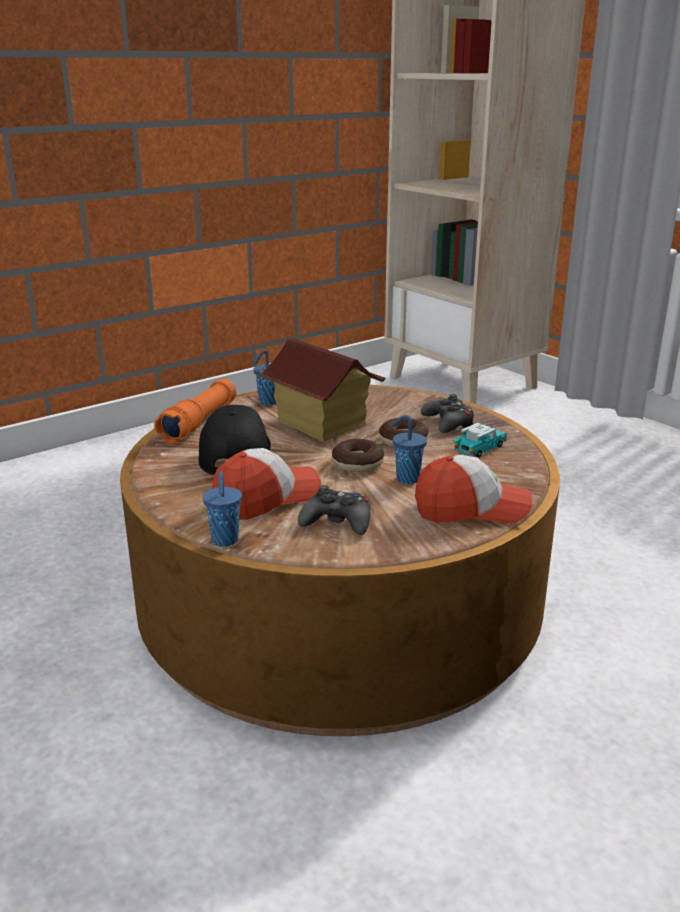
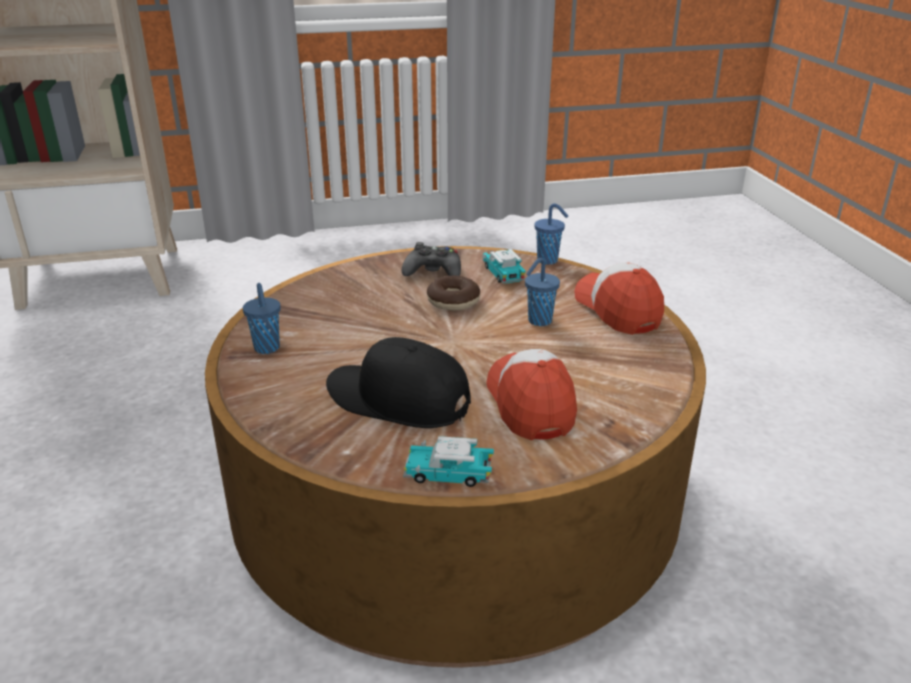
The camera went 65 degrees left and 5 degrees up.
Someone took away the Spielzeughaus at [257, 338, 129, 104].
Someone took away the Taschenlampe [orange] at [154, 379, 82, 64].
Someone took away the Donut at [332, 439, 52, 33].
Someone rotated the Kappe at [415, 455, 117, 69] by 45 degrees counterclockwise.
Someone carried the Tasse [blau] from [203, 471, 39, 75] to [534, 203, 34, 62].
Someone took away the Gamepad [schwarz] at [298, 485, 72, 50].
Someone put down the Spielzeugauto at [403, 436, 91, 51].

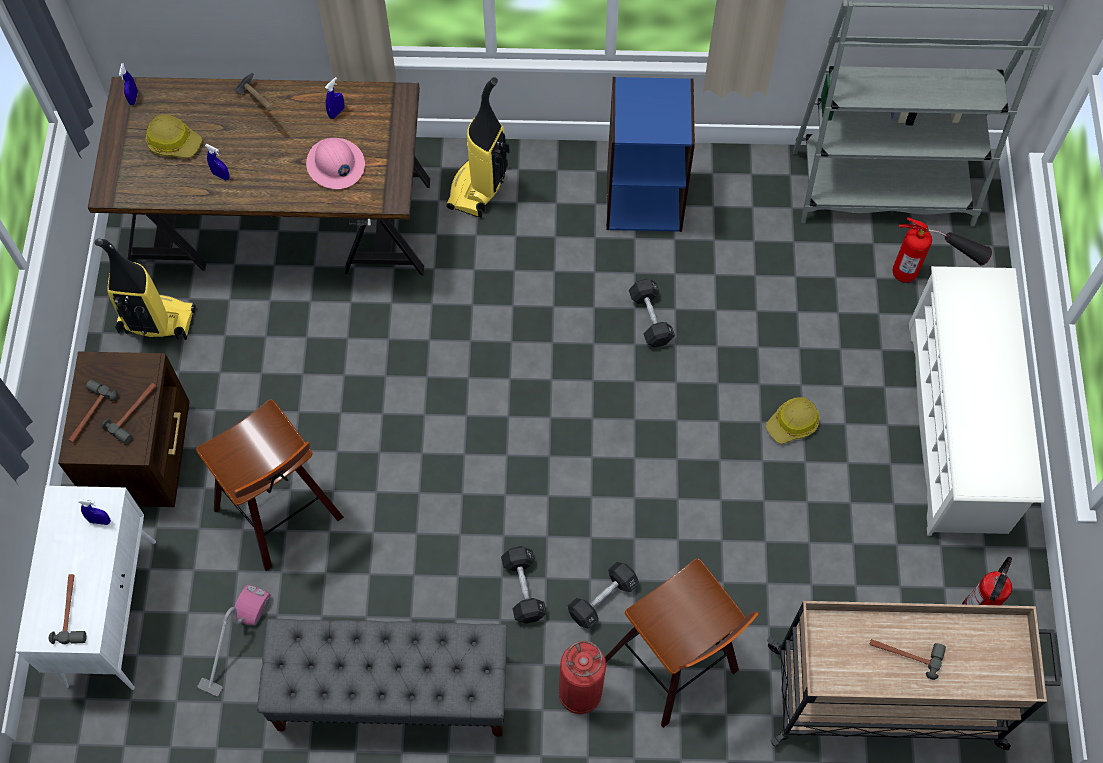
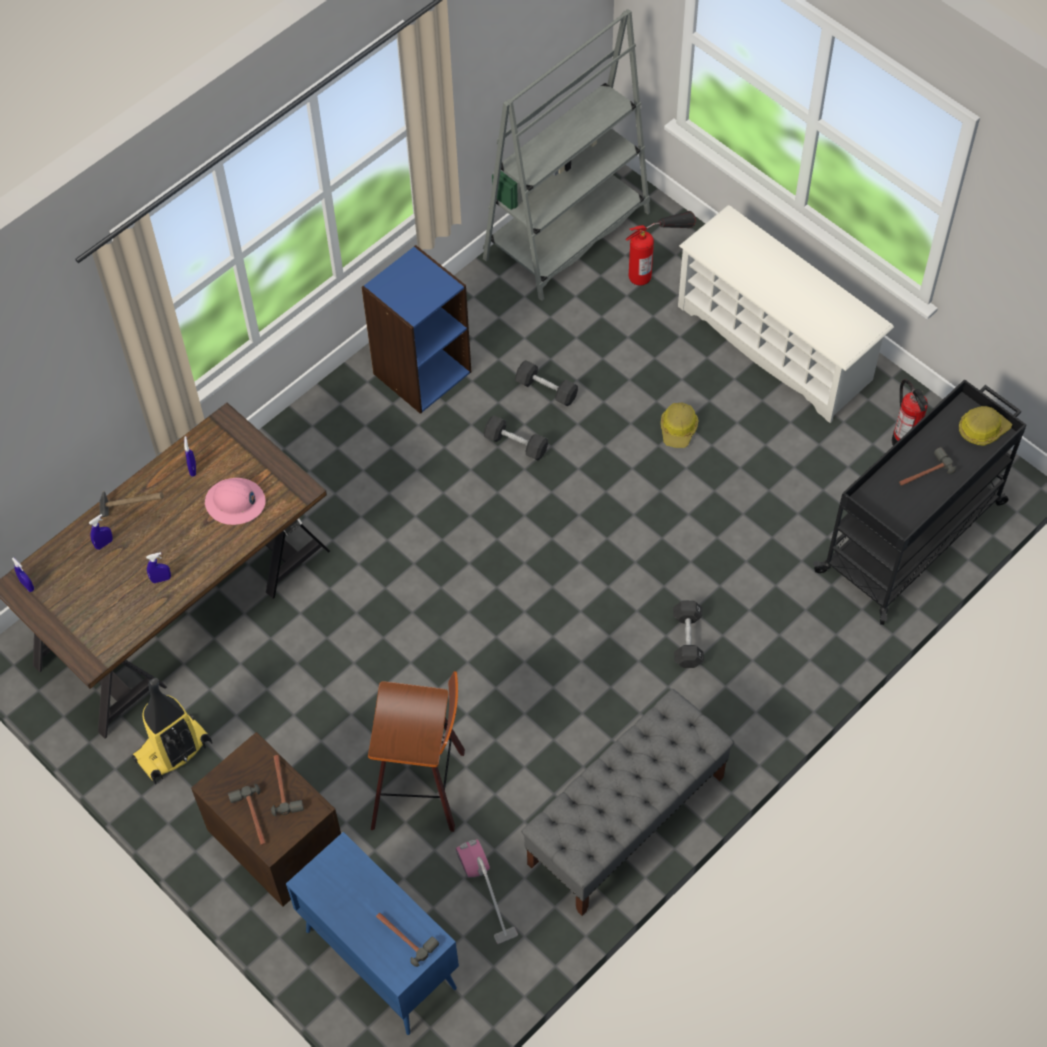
The camera went 45 degrees left and 5 degrees down.
Someone took away the Staubsauger at [446, 77, 64, 141].
Someone carried the Schutzhelm from [146, 115, 56, 43] to [959, 406, 53, 40].
Someone repainted the Schrank [weiß] at [16, 486, 140, 204], which became the Schrank [blau] at [286, 832, 173, 203].
Someone carried the Sprühflasche [blau] from [78, 499, 33, 26] to [89, 514, 24, 36].
Someone carried the Hantel [schwarz] from [501, 546, 46, 78] to [515, 360, 63, 46].
Someone took away the Hocker at [605, 559, 154, 169].
Someone repainted the Rollwagen [beige] at [767, 601, 294, 149], which became the Rollwagen [schwarz] at [813, 379, 213, 246].
Someone took away the Feuerlöscher at [559, 641, 47, 73].

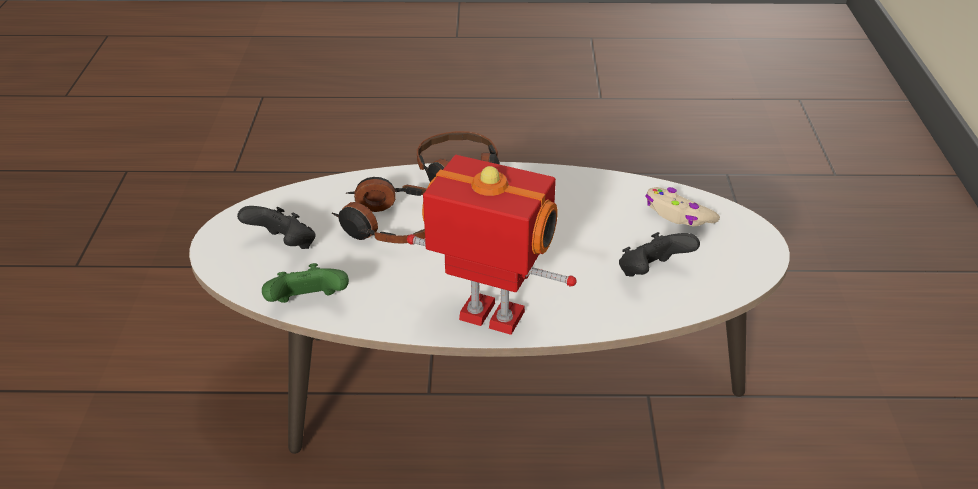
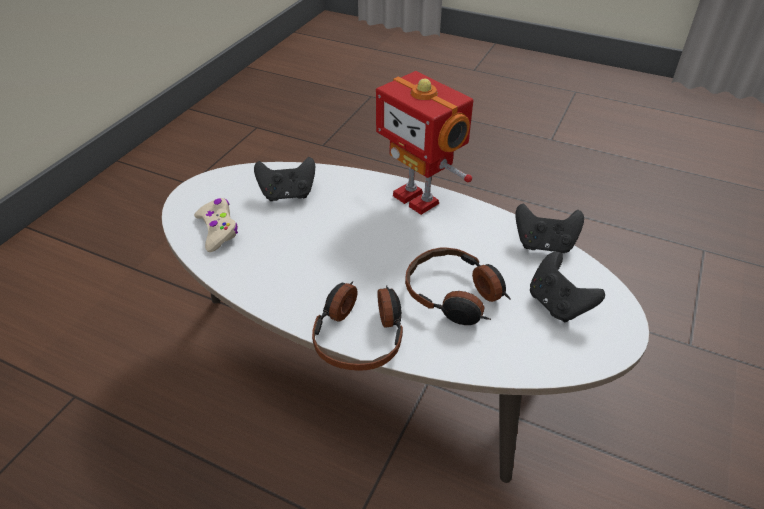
The camera went 155 degrees left and 5 degrees up.
Someone repainted the Gamepad [grün] at [262, 263, 87, 40], which became the Gamepad [schwarz] at [516, 204, 68, 49].

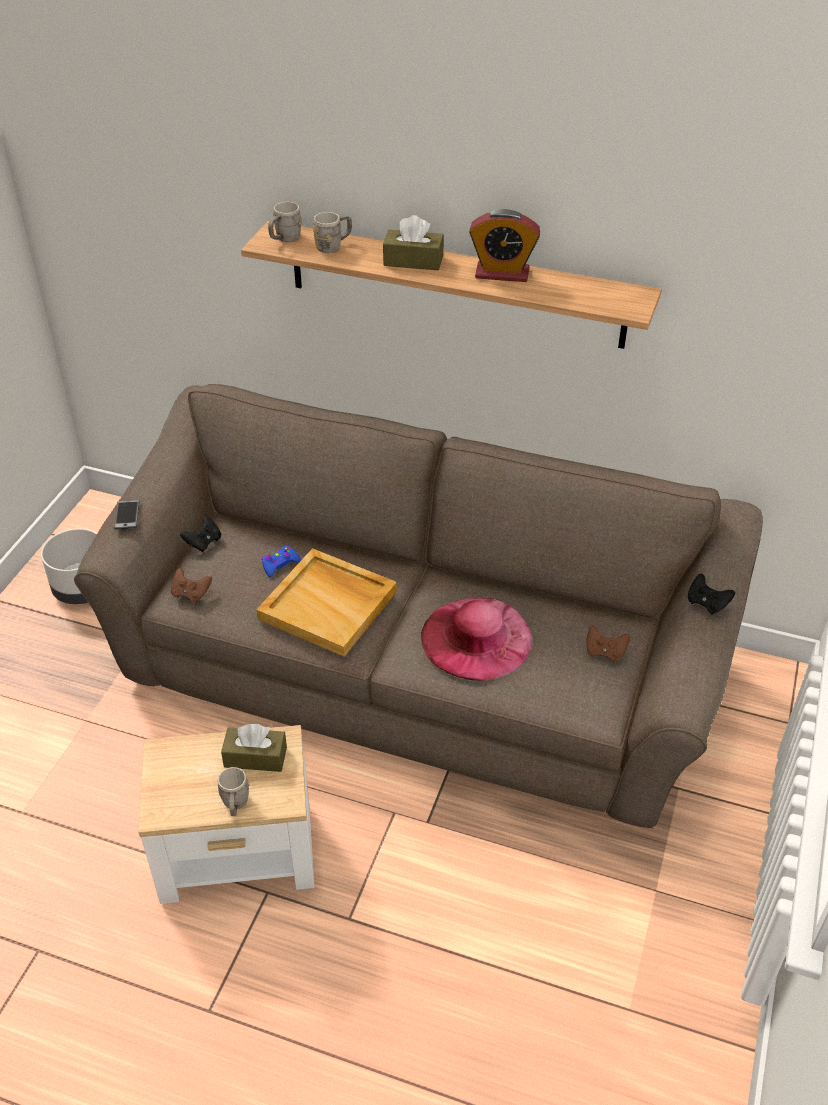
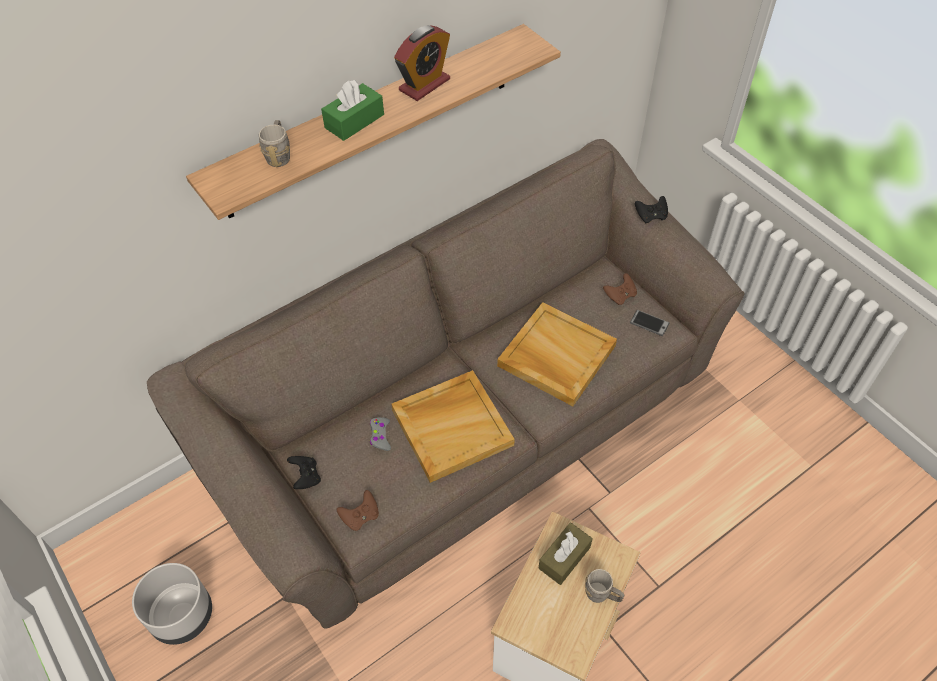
The camera went 55 degrees left and 10 degrees up.
Someone took away the Henkelbecher [grau] at [268, 202, 34, 40].
Someone repainted the Taschentuchbox [braun] at [383, 215, 61, 55], which became the Taschentuchbox [grün] at [321, 80, 63, 61].
Someone carried the Handy from [114, 500, 26, 29] to [630, 310, 39, 26].
Someone repainted the Gamepad [blau] at [262, 546, 39, 31], which became the Gamepad [grau] at [370, 417, 21, 34].
Someone swapped the Hut [rosa] at [421, 597, 112, 84] for the Tablett [beige] at [497, 302, 120, 104].

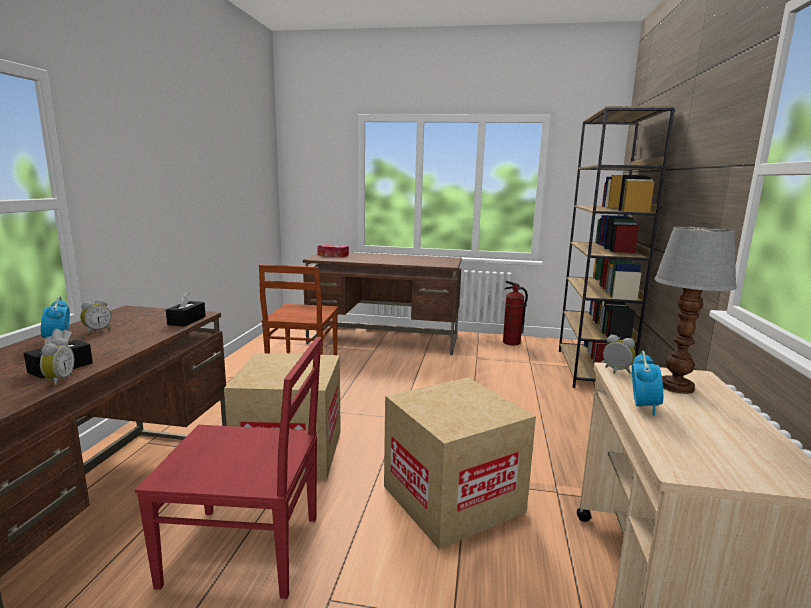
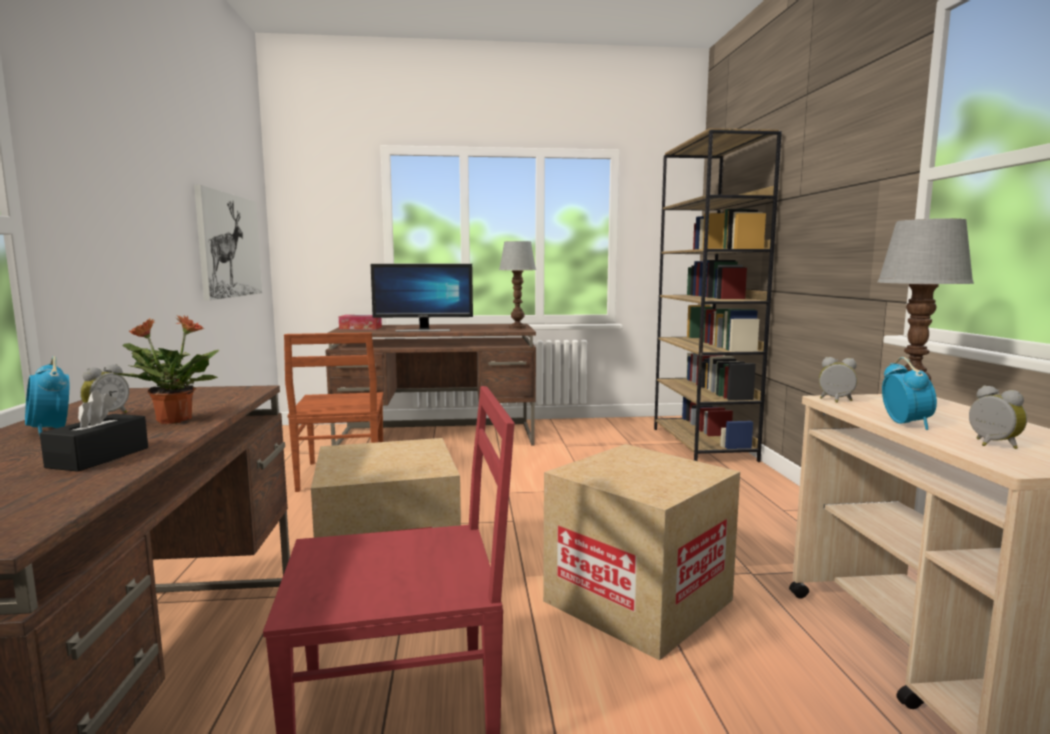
The camera went 15 degrees left and 5 degrees down.
Someone took away the Feuerlöscher at [503, 281, 25, 64].
Someone took away the Taschentuchbox [schwarz] at [166, 291, 40, 36].
Someone carried the Wecker from [40, 337, 35, 49] to [969, 385, 58, 64].
Someone put up the Bild at [194, 185, 68, 116].
Someone put down the Tischlampe at [499, 241, 37, 88].
Someone put down the Monitor at [370, 264, 103, 68].
Someone put down the Topfpflanze at [114, 315, 105, 109].

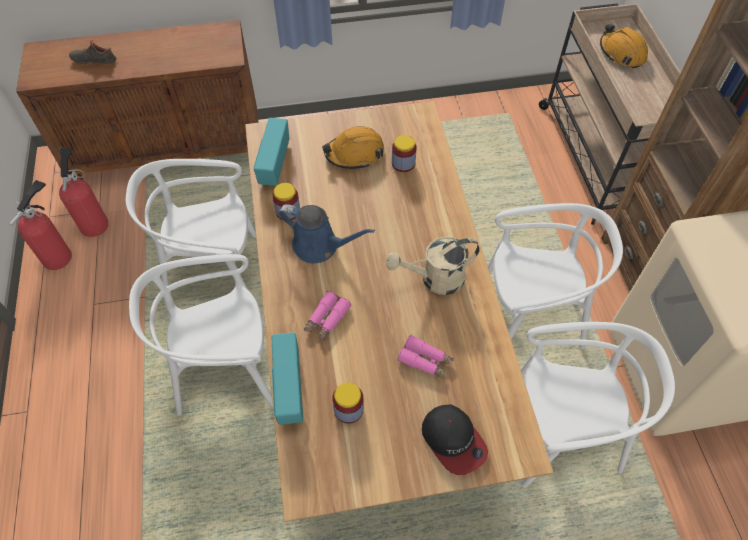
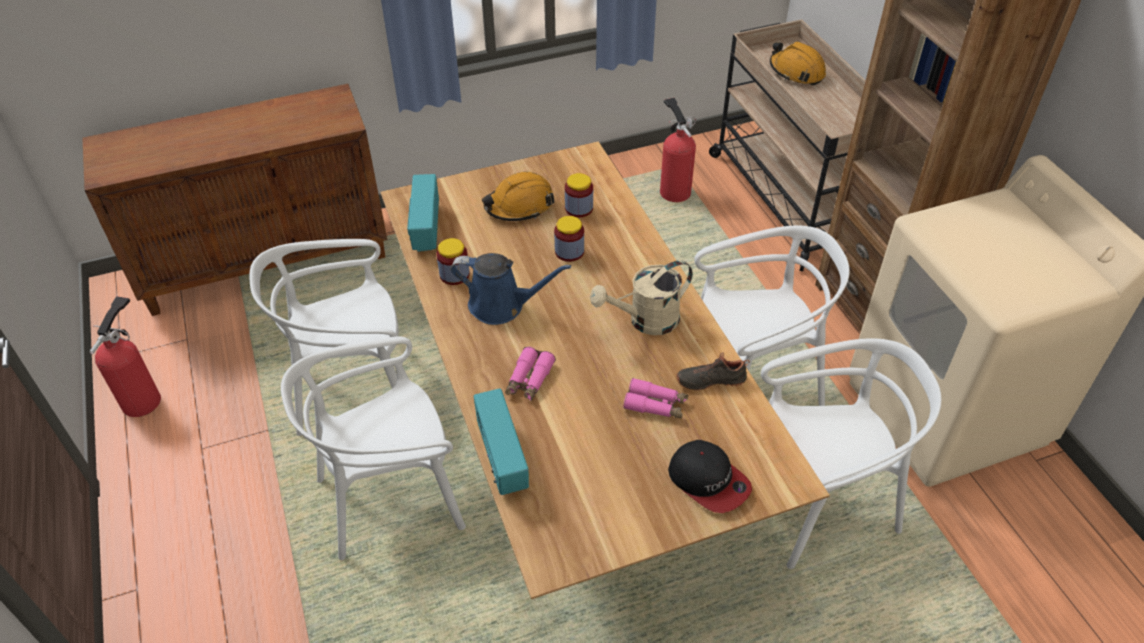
The camera went 10 degrees left and 10 degrees down.
Someone carried the Schuh [schwarz] from [69, 39, 47, 26] to [677, 352, 73, 39].
Someone carried the Feuerlöscher from [54, 147, 55, 90] to [660, 98, 36, 104].
Someone carried the Vorratsglas from [332, 382, 32, 42] to [554, 216, 30, 46].

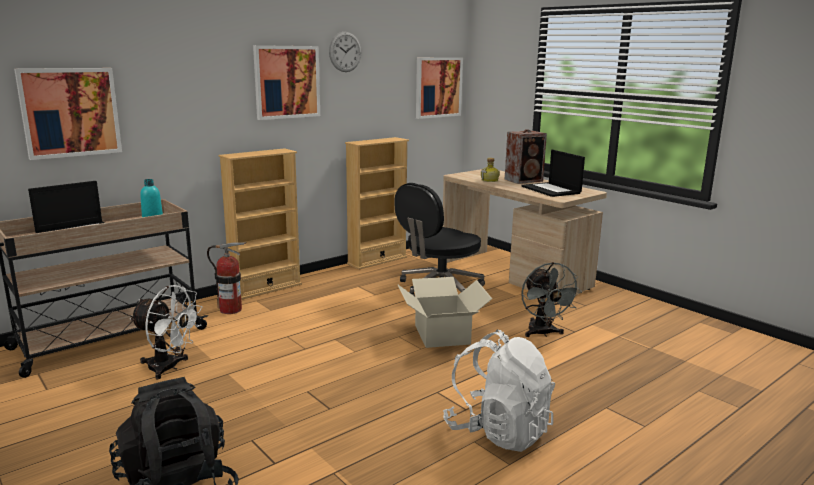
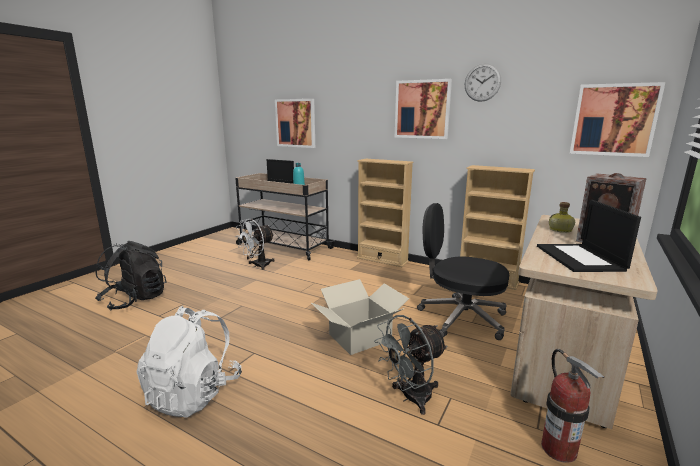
The camera went 70 degrees right and 0 degrees up.
Someone rotated the Laptop at [521, 150, 64, 47] by 45 degrees counterclockwise.
Someone carried the Feuerlöscher from [207, 242, 39, 72] to [541, 349, 63, 114].
Someone rotated the Ventilator [weiß] at [130, 285, 73, 94] by 45 degrees clockwise.

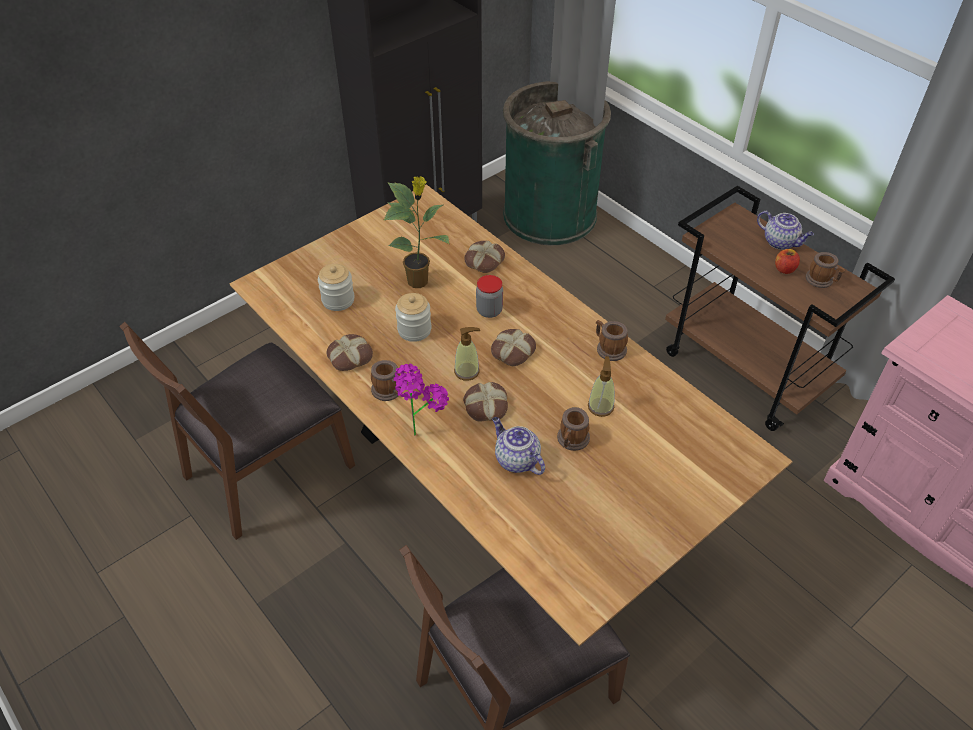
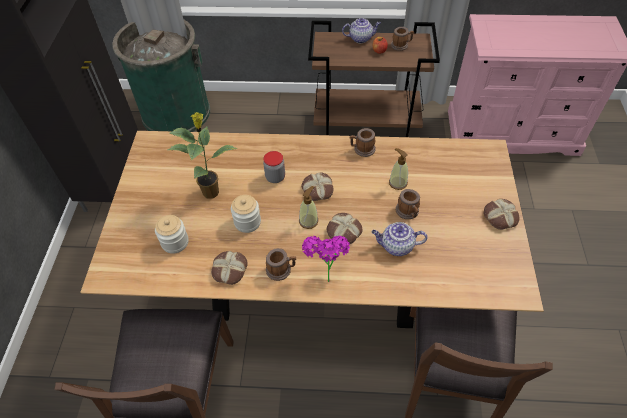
The camera went 45 degrees left and 5 degrees up.
Someone carried the Brot from [464, 241, 41, 32] to [484, 199, 35, 31].

